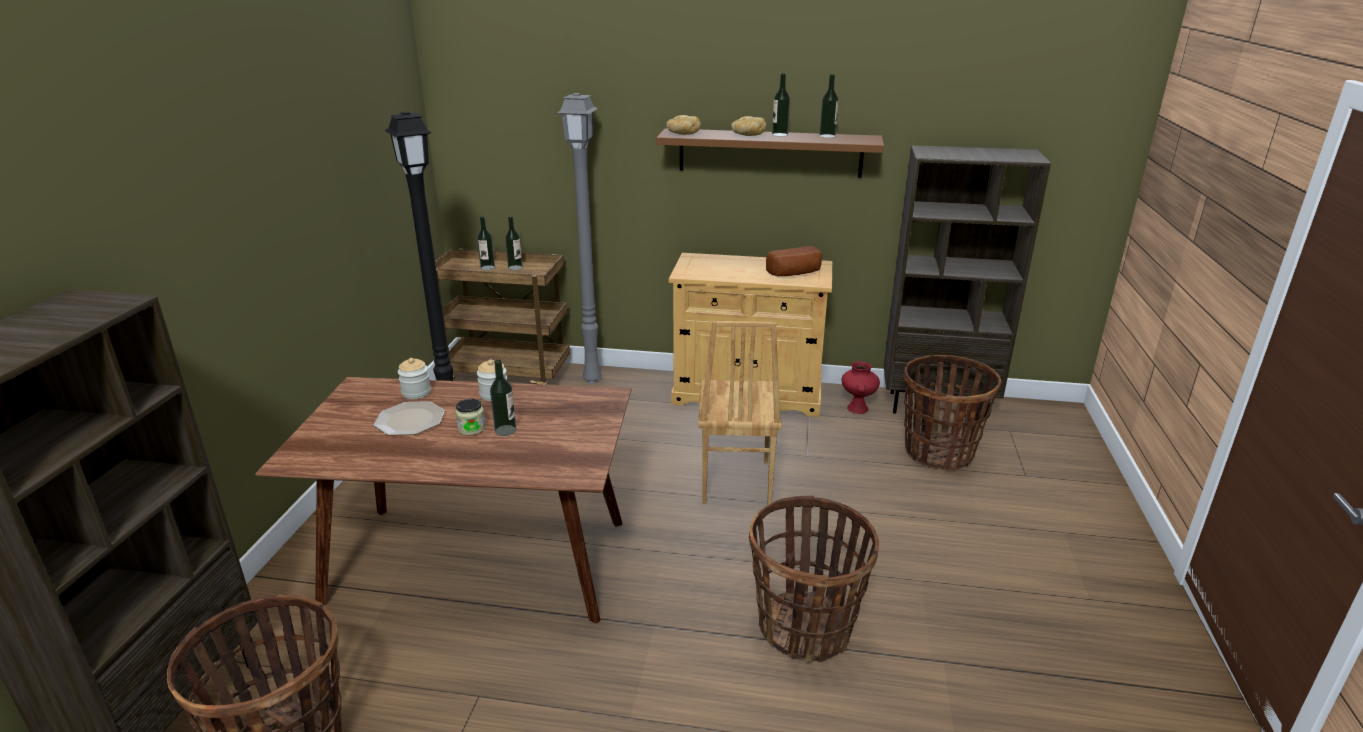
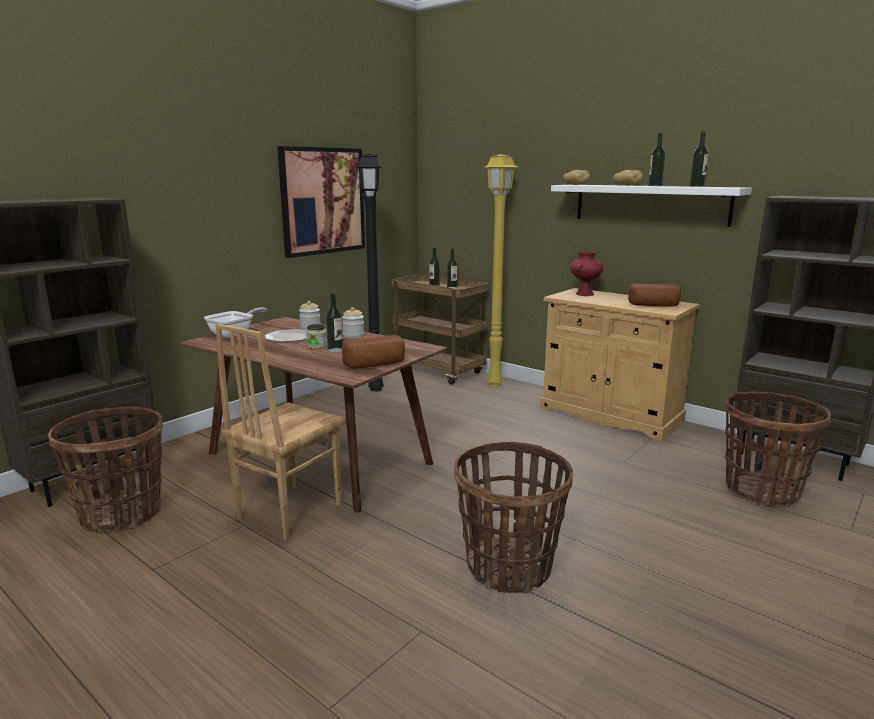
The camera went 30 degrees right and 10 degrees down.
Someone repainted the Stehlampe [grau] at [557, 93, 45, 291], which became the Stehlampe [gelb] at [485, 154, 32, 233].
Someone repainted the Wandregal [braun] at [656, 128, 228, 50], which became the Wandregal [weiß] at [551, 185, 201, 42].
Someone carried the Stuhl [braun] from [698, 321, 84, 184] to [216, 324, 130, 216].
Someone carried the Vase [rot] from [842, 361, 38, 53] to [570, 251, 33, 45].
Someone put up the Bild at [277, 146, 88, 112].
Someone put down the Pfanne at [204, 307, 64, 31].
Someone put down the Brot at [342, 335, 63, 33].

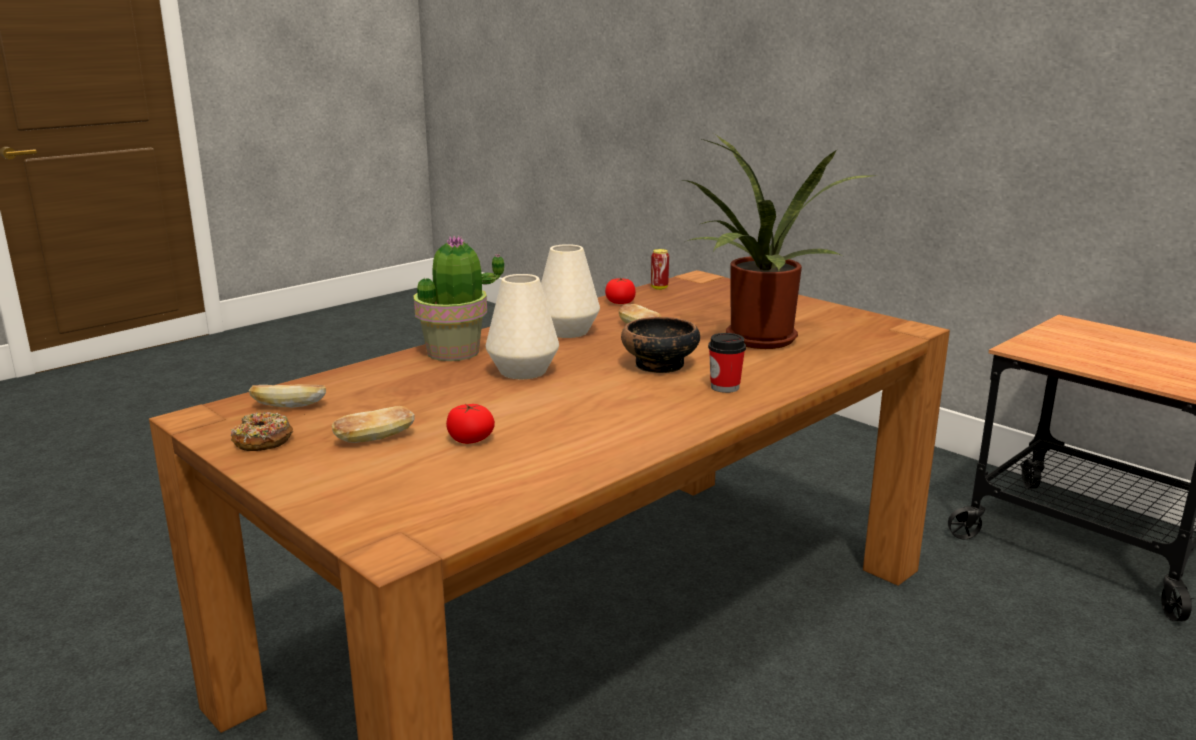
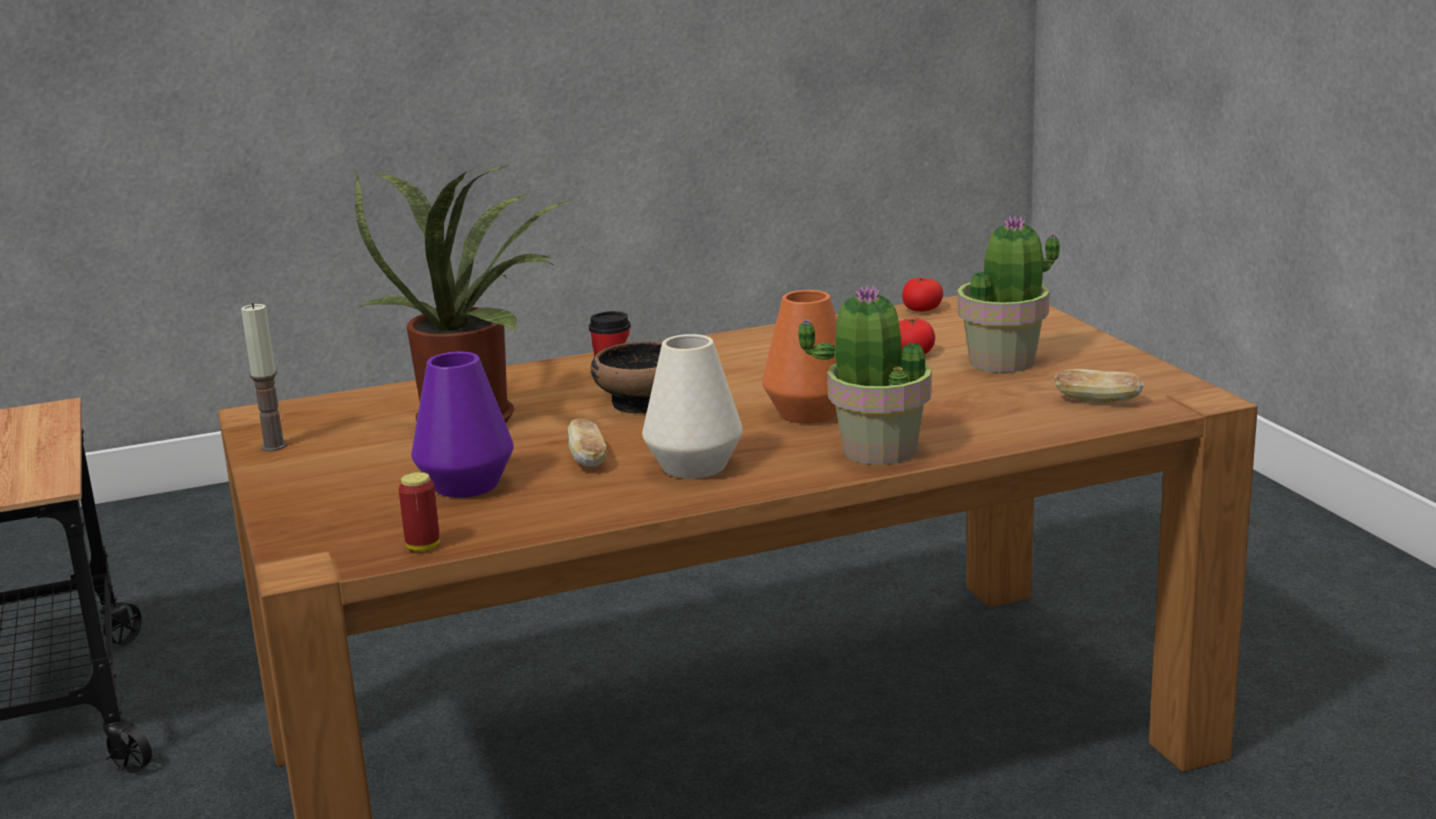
The camera went 155 degrees left and 0 degrees up.
Someone repainted the Vase [weiß] at [486, 274, 73, 105], which became the Vase [orange] at [762, 290, 75, 134].
Someone carried the Tomate from [605, 277, 31, 27] to [902, 277, 41, 35].
Someone swapped the Brot at [332, 406, 83, 37] for the Topfpflanze at [957, 215, 103, 158].
Someone took away the Donut at [231, 412, 62, 39].
Someone put down the Kerze at [241, 303, 46, 148].
Someone put down the Vase [lila] at [411, 352, 103, 146].

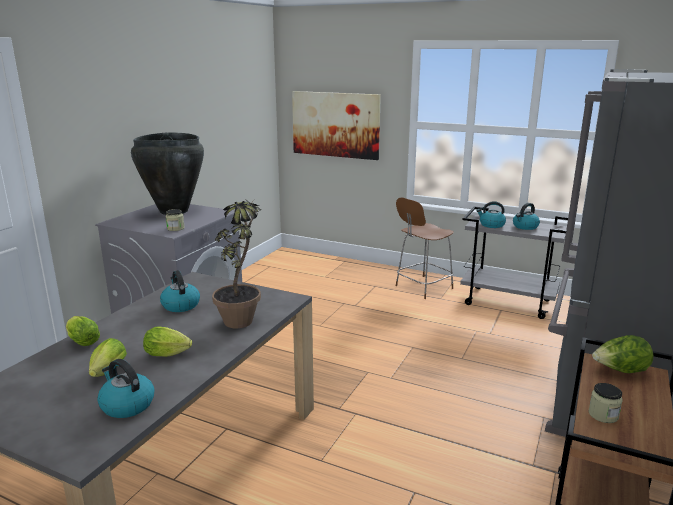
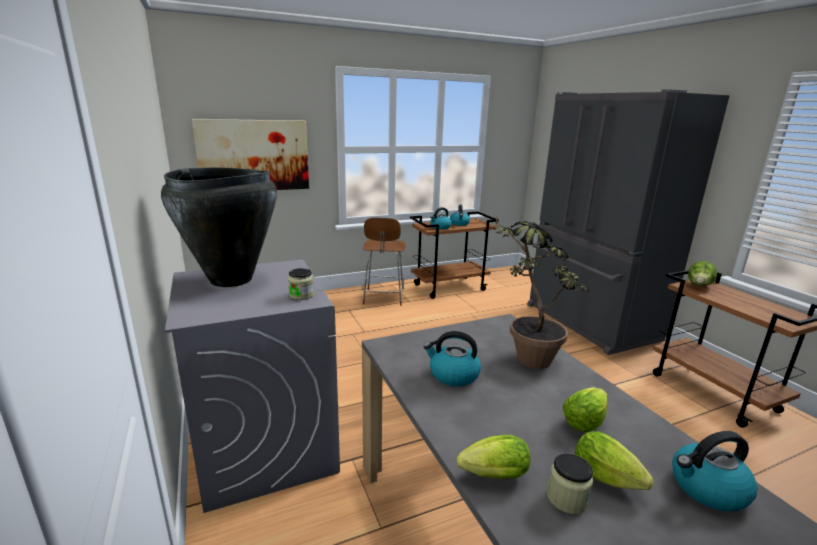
The camera went 50 degrees left and 0 degrees up.
Someone repainted the Rollwagen [grau] at [460, 206, 108, 113], which became the Rollwagen [braun] at [410, 211, 89, 88].
Someone carried the Vorratsglas from [589, 383, 34, 40] to [547, 453, 46, 61].

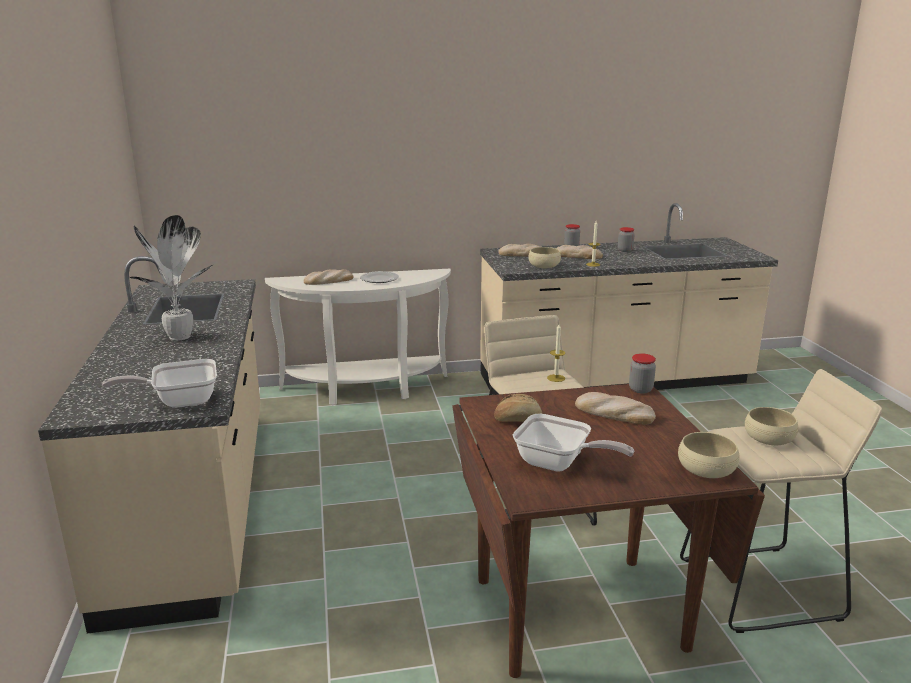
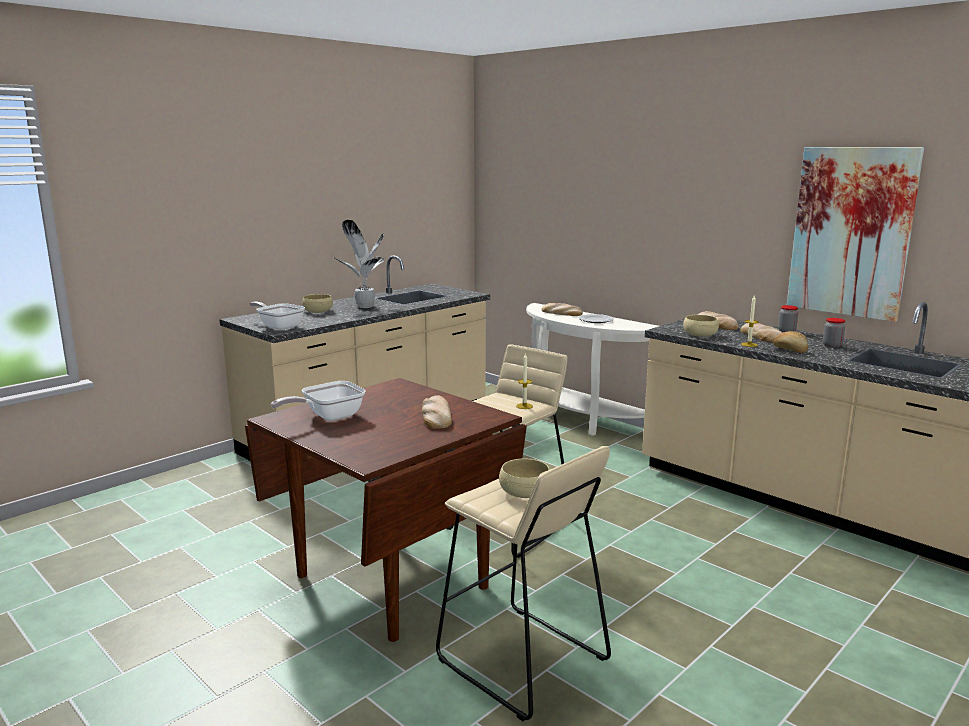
The camera went 55 degrees right and 5 degrees down.
Someone took away the Vorratsglas at [629, 353, 27, 41].
Someone carried the Brot from [494, 394, 48, 28] to [774, 331, 34, 22].
Someone rotated the Pfanne at [513, 414, 122, 58] by 60 degrees clockwise.
Someone carried the Schüssel [beige] from [678, 432, 62, 46] to [302, 294, 31, 19].
Someone put up the Bild at [787, 147, 137, 175].

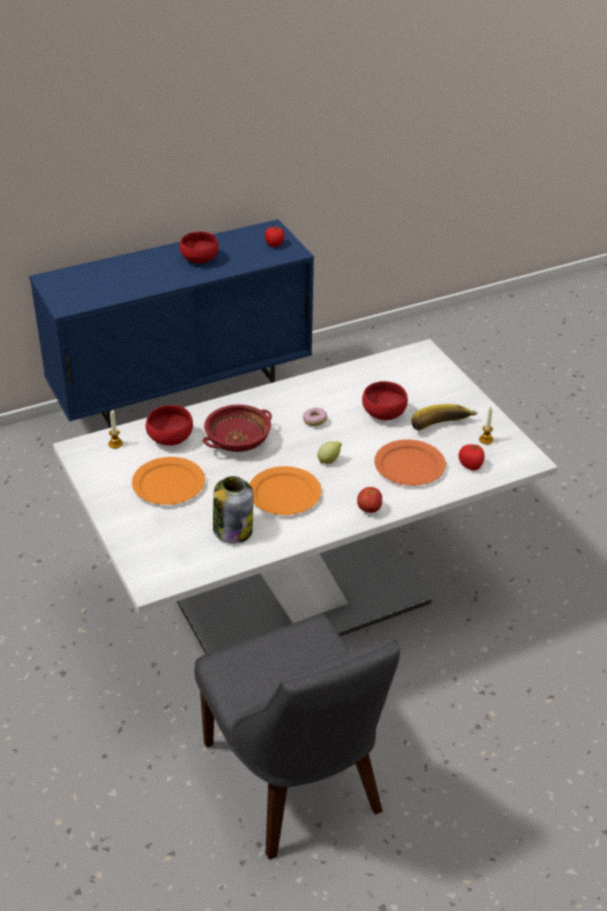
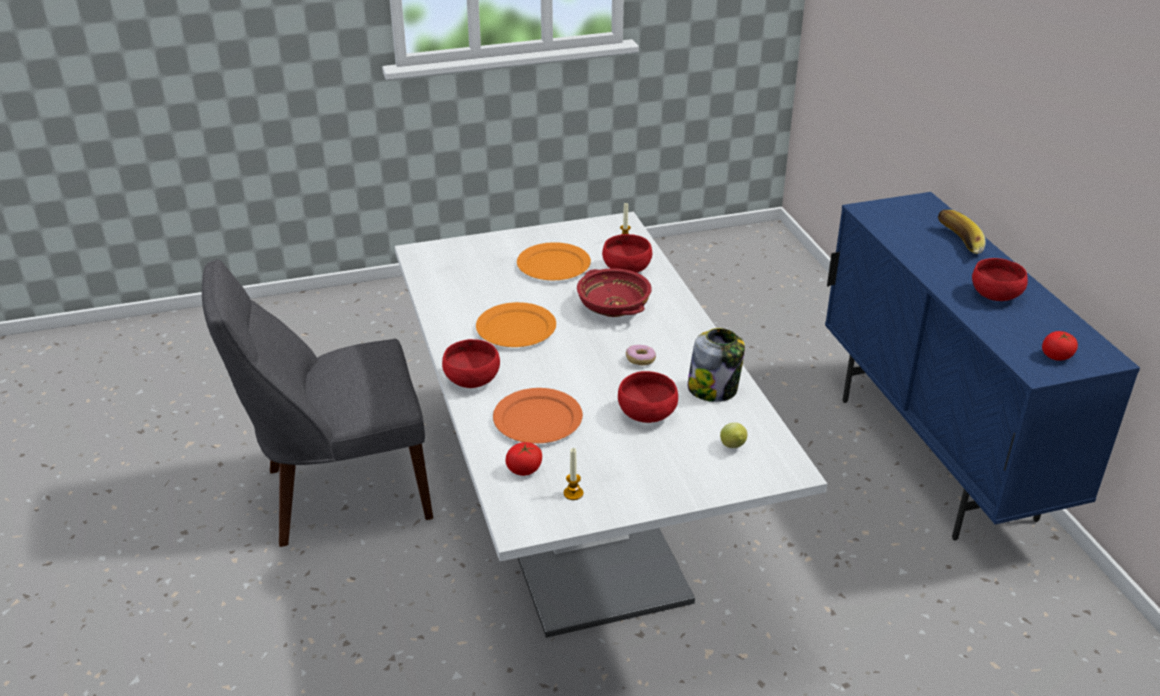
The camera went 100 degrees right and 5 degrees down.
Someone carried the Banane from [411, 404, 67, 26] to [938, 210, 47, 44].
Someone carried the Zitrone from [317, 441, 25, 23] to [720, 422, 27, 26].
Someone carried the Vorratsglas from [213, 476, 40, 68] to [687, 328, 58, 74].
Someone swapped the Tomate at [357, 487, 25, 26] for the Schüssel [rot] at [442, 339, 58, 49].

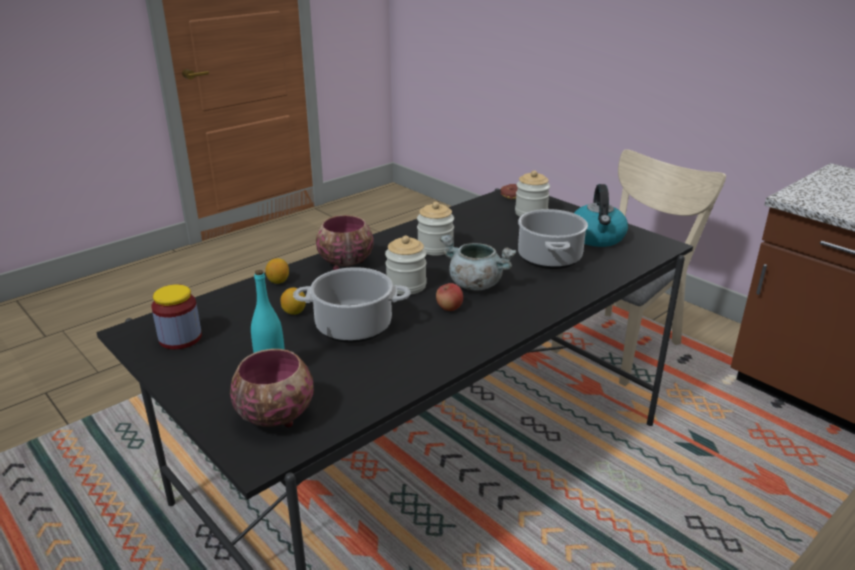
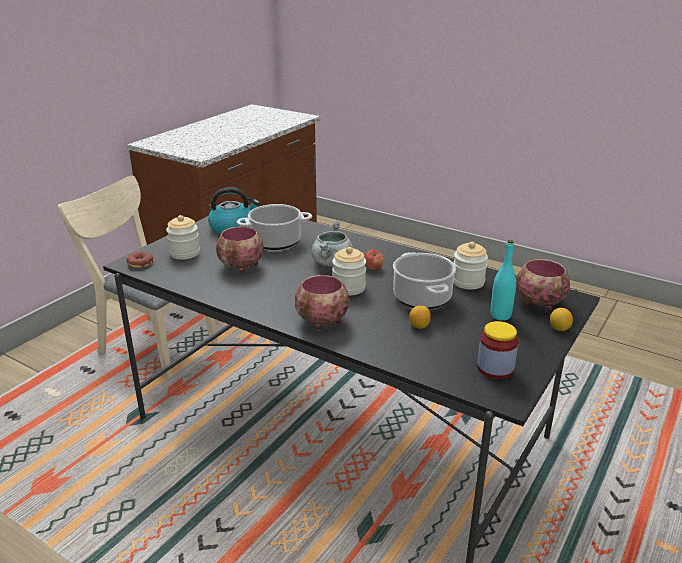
The camera went 105 degrees left and 0 degrees up.
Someone carried the Vorratsglas from [417, 202, 37, 54] to [453, 242, 35, 48].
Someone carried the Zitrone from [265, 258, 24, 26] to [550, 308, 23, 23].
Someone put down the Schüssel at [216, 227, 48, 46].

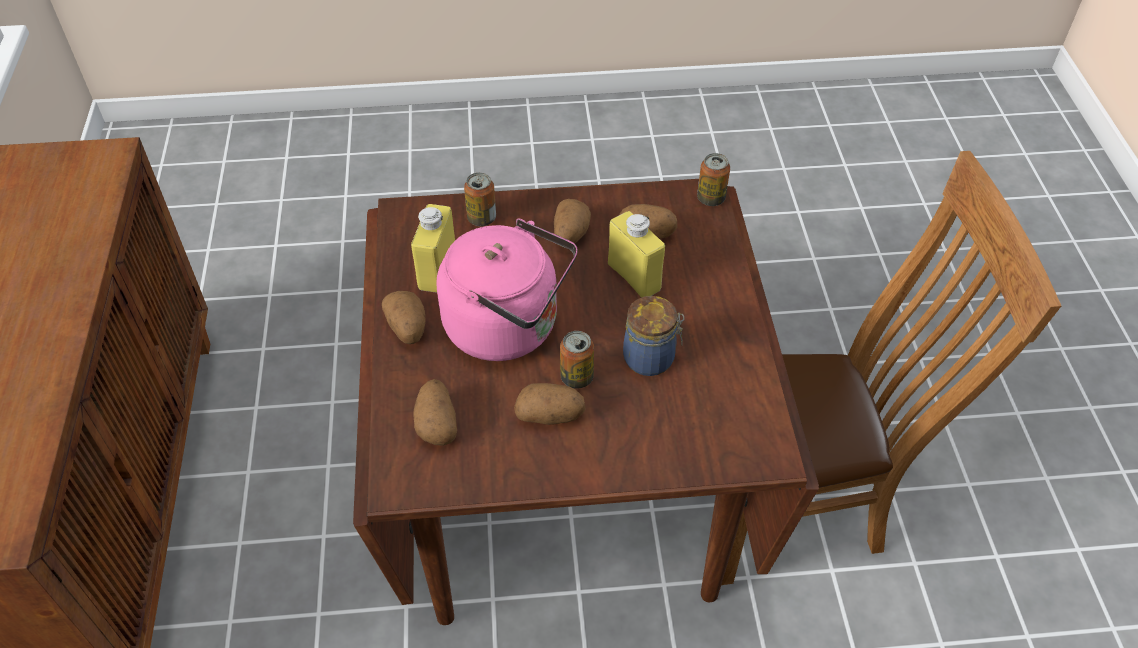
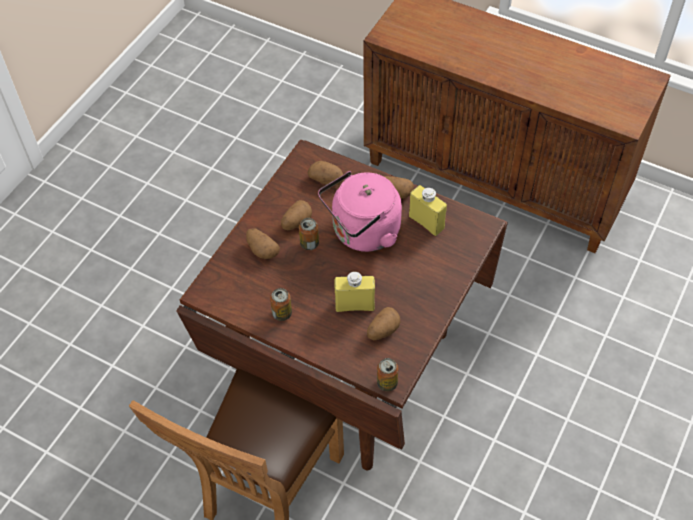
The camera went 125 degrees right and 5 degrees up.
Someone carried the Dose from [464, 173, 32, 53] to [270, 288, 22, 33].
Someone carried the Kartoffel from [554, 199, 37, 49] to [246, 228, 34, 31].
Someone took away the Vorratsglas at [623, 296, 61, 80].

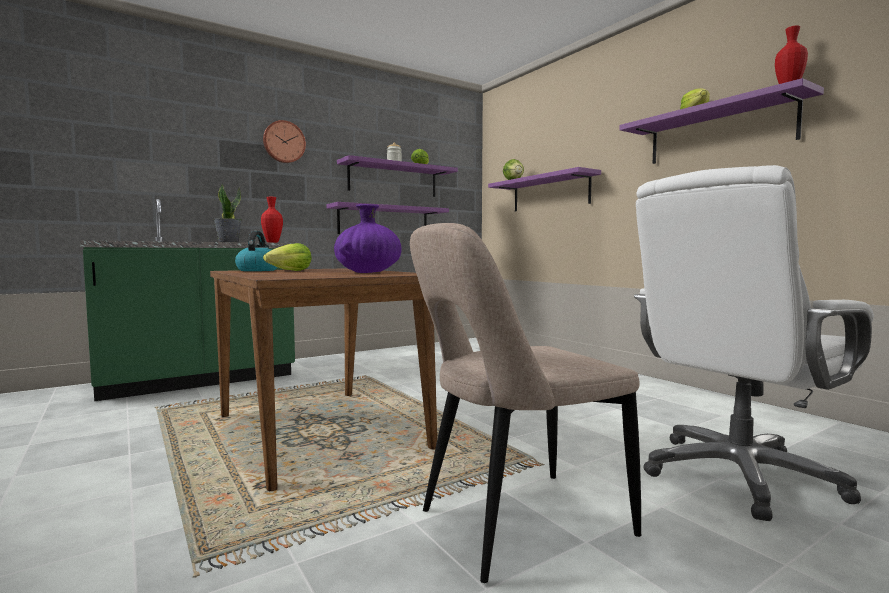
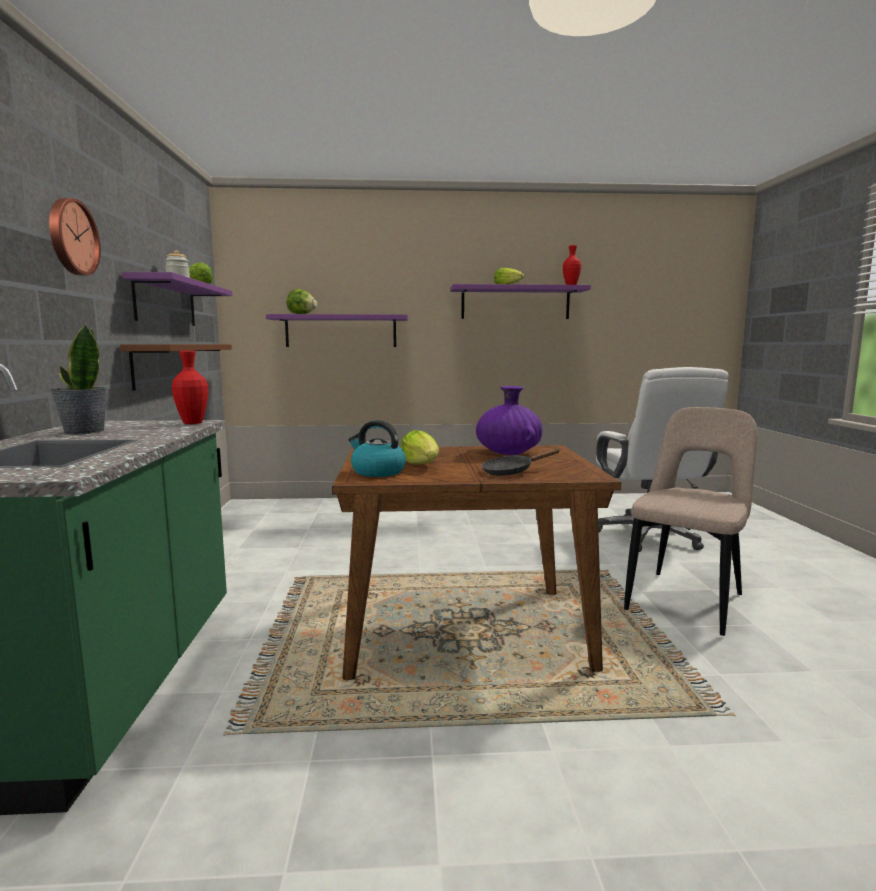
The camera went 60 degrees left and 5 degrees up.
Someone repainted the Wandregal [lila] at [326, 202, 123, 32], which became the Wandregal [braun] at [120, 344, 112, 47].
Someone rotated the Stuhl [beige] at [410, 223, 231, 360] by 150 degrees counterclockwise.
Someone put down the Pfanne [schwarz] at [482, 449, 78, 27].

